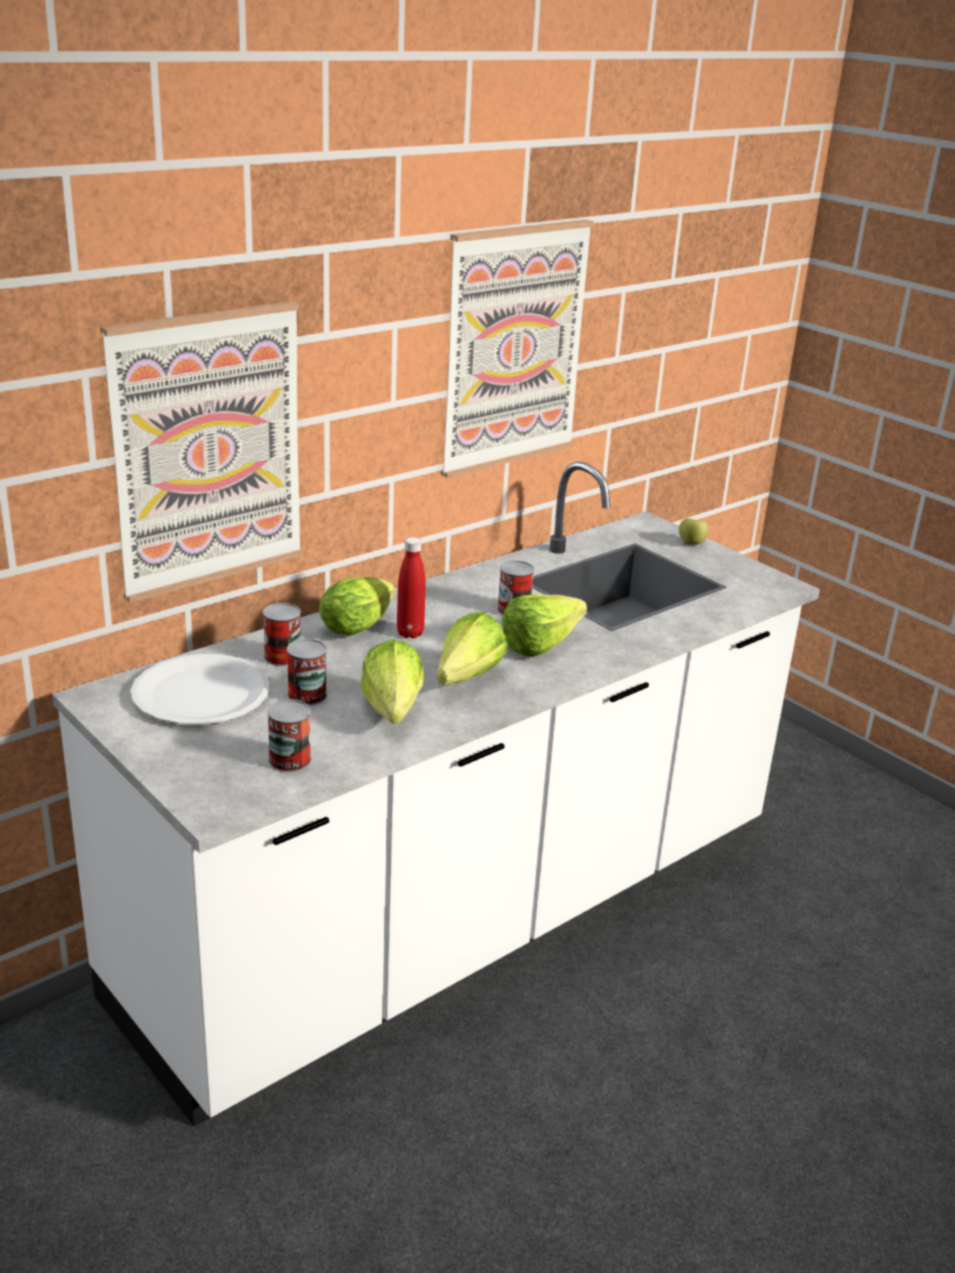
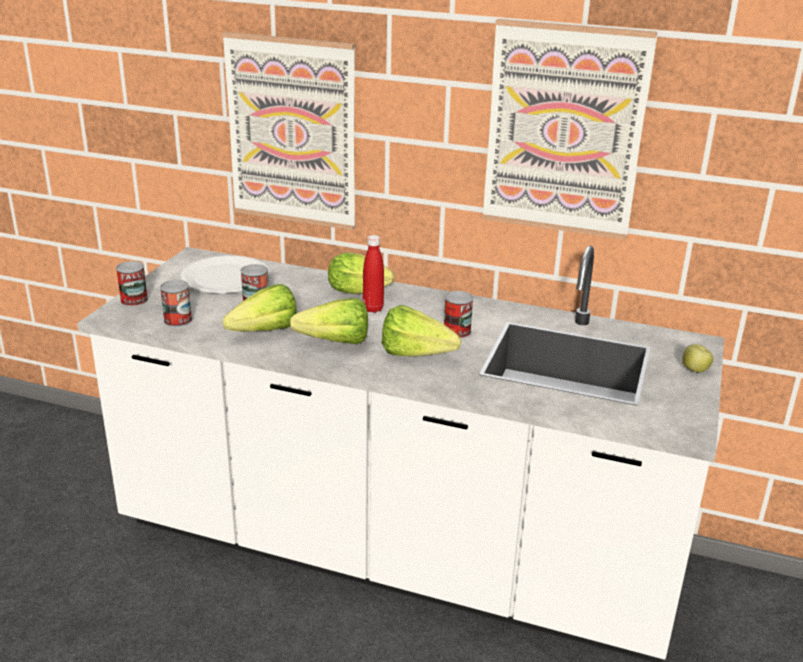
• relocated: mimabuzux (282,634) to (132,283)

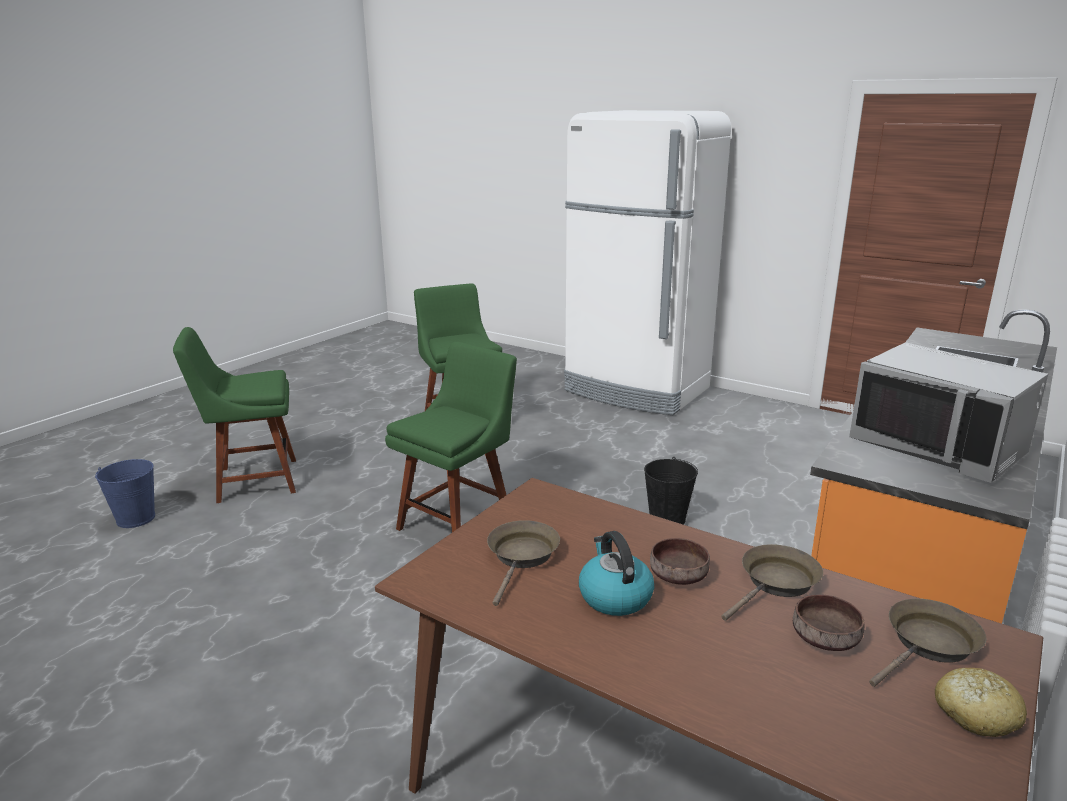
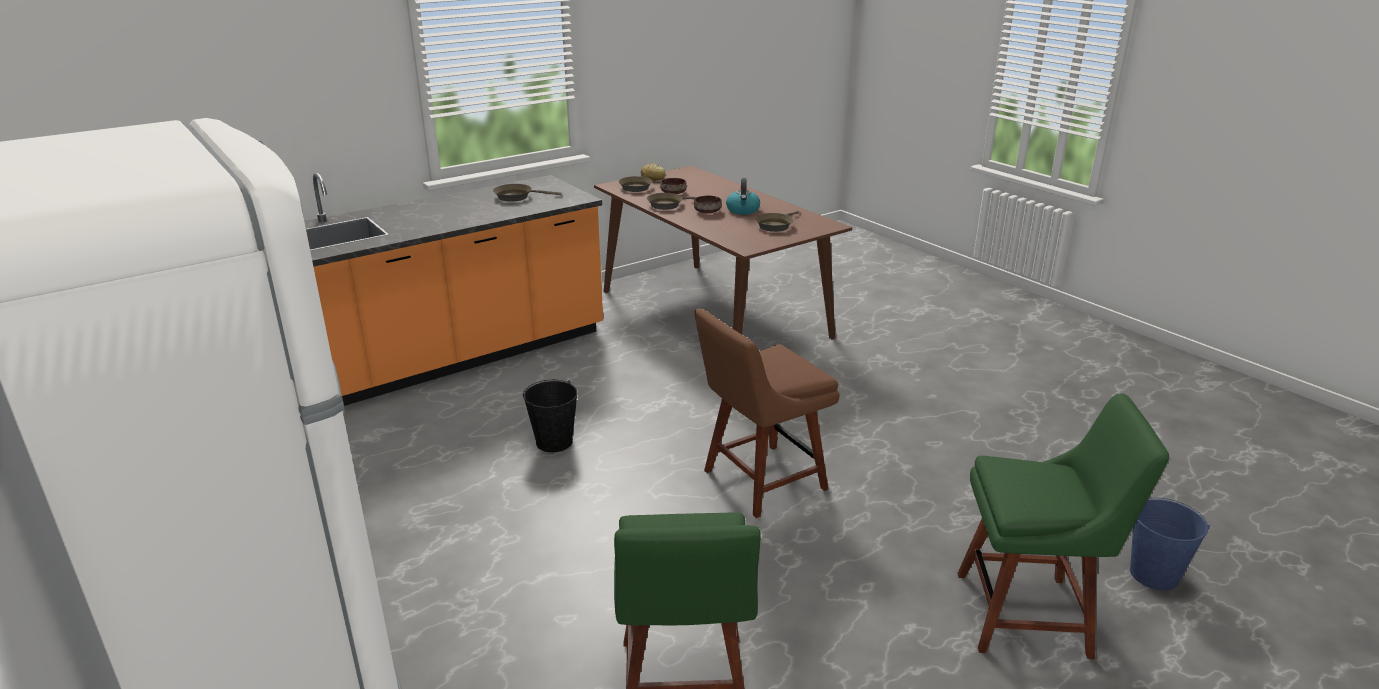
• colour: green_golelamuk (451,437) to brown_golelamuk (767,413)
• exchanged: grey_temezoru (948,412) to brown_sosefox (527,193)

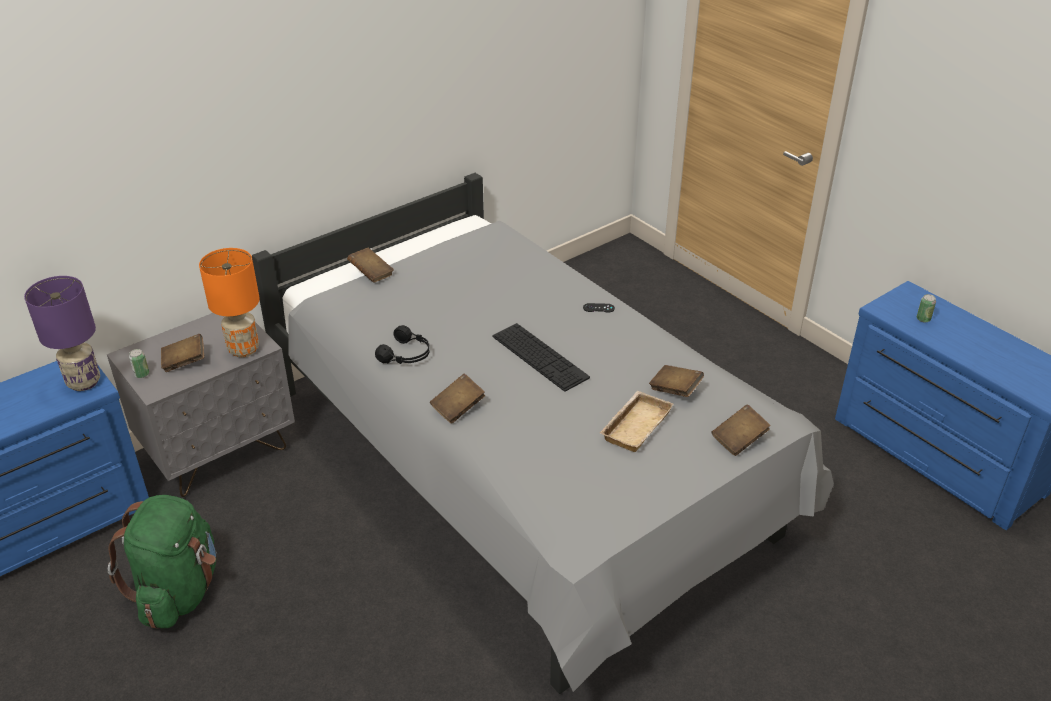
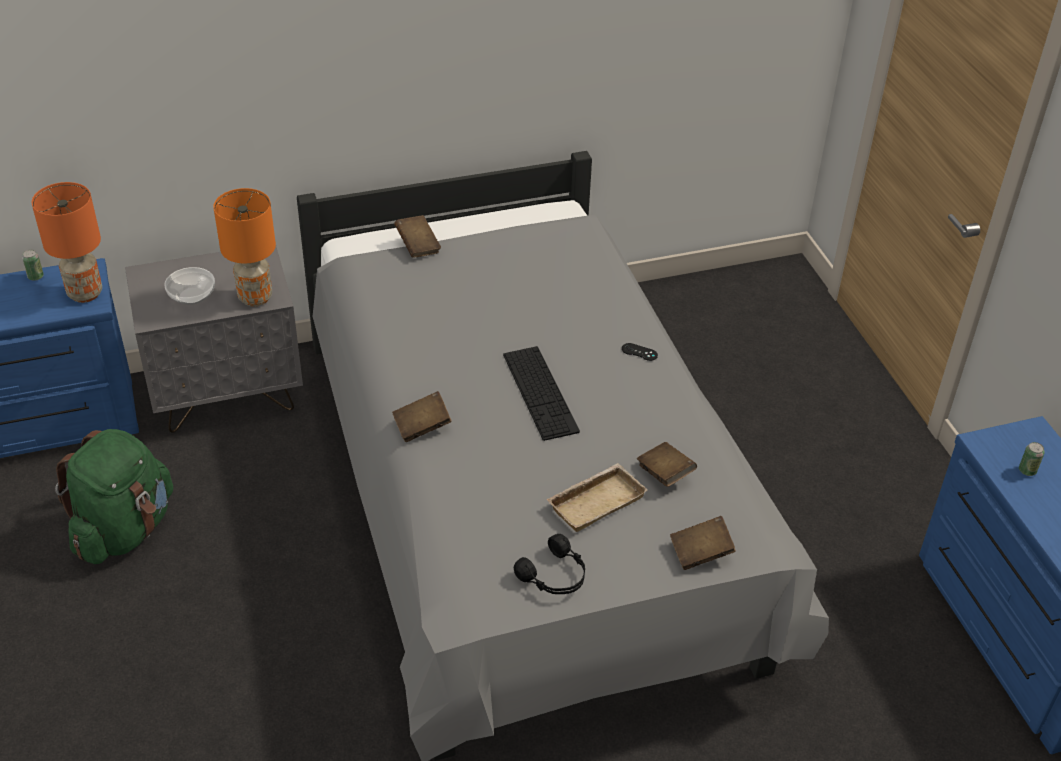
• colour: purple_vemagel (62,333) to orange_vemagel (66,242)
• relocated: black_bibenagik (402,344) to (549,564)
• exchanged: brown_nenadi (182,353) to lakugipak (189,286)
• relocated: mimabuzux (139,363) to (33,265)

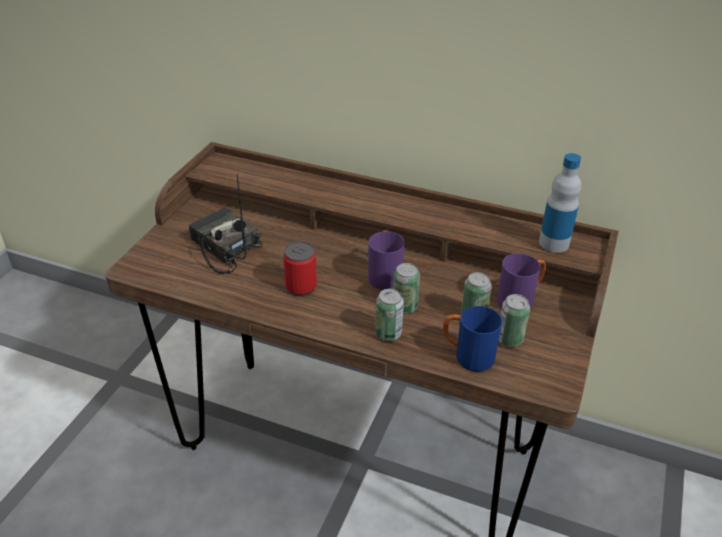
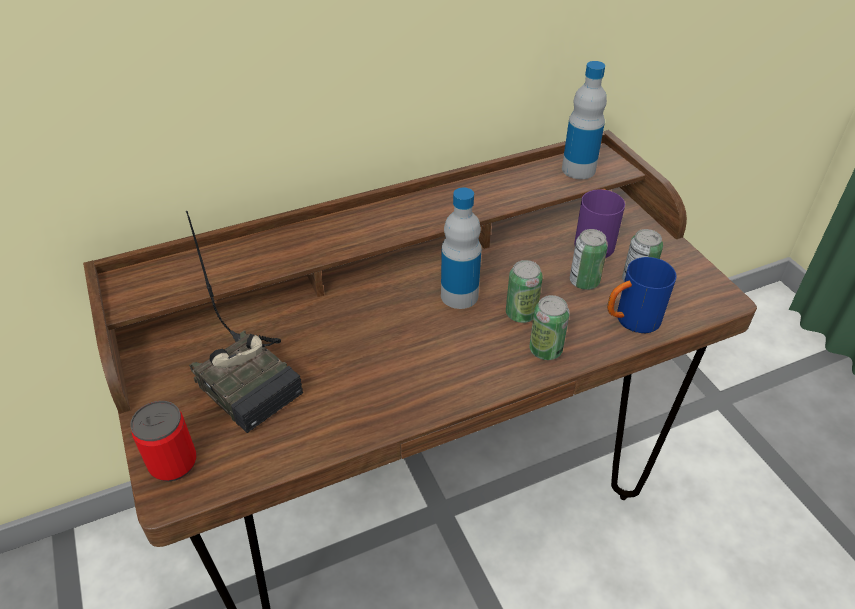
• spun: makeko (226,223) = (244,322) 135 degrees counterclockwise
• exchanged: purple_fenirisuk (386,260) to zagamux (461,248)
• relocated: mimabuzux (300,268) to (163,441)

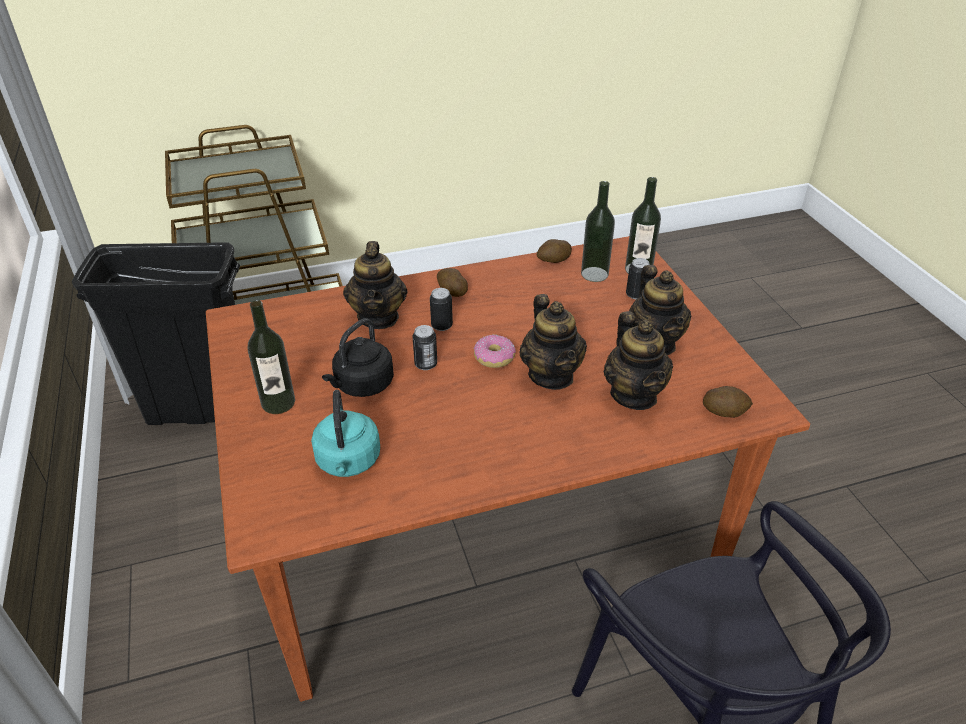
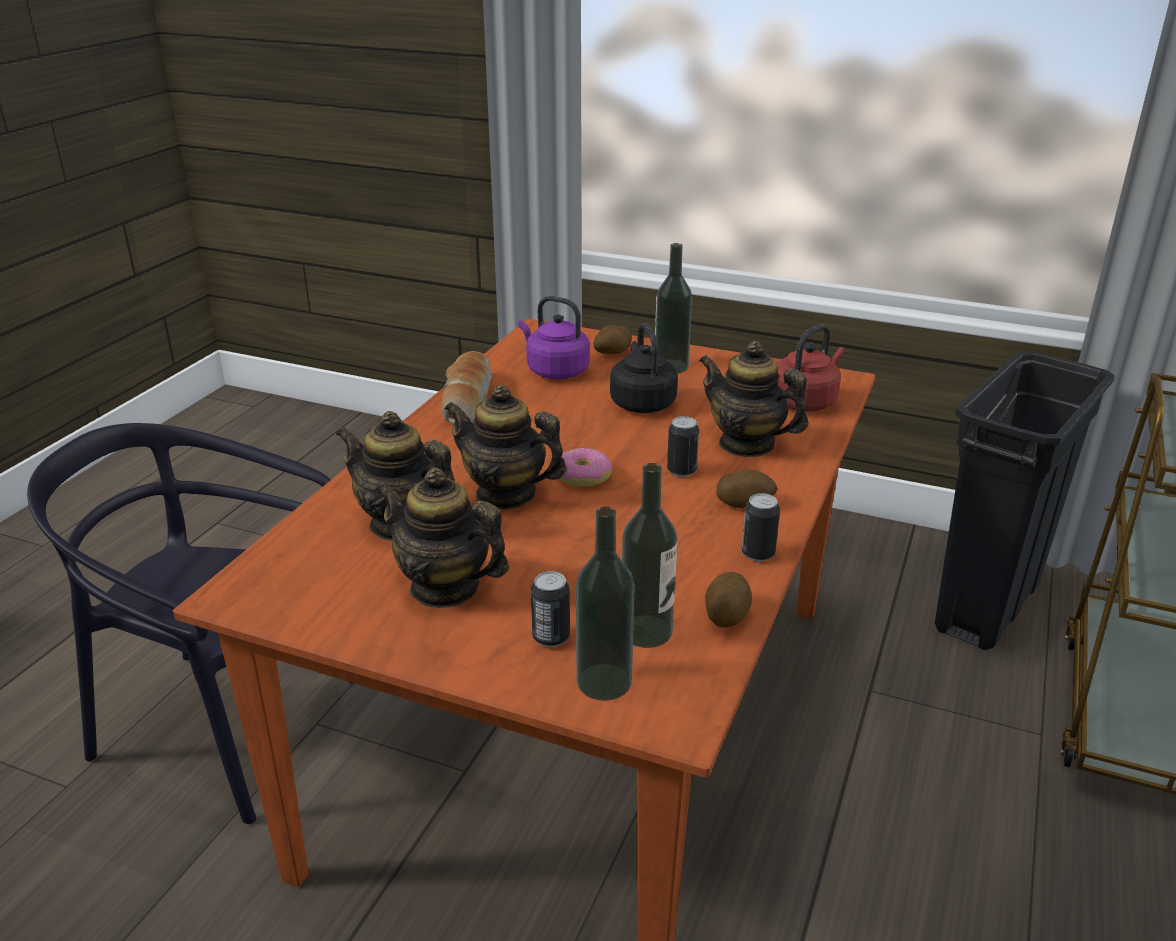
• relocated: mimabuzux (425,347) to (761,527)
• relocated: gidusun (728,402) to (612,339)
• colour: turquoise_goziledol (345,433) to purple_goziledol (554,337)
• appeared: red_goziledol (810,367)
• appeared: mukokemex (467,387)

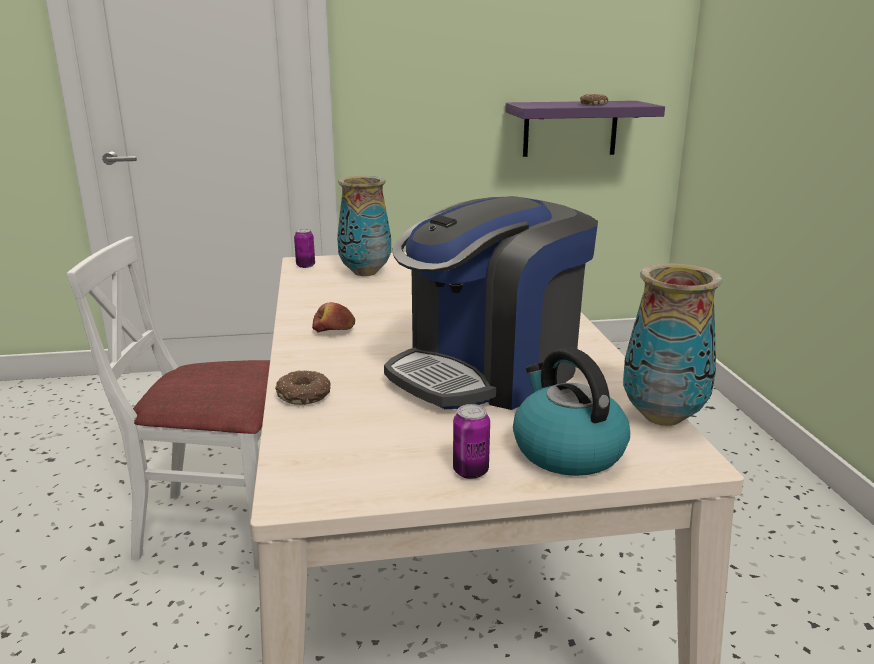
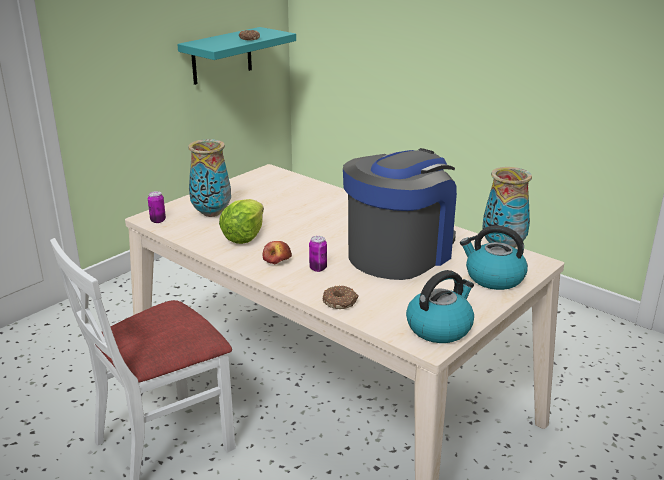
• colour: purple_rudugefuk (585,129) to turquoise_rudugefuk (236,56)
• spun: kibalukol (491,303) = (400,214) 150 degrees counterclockwise
• relocated: mimabuzux (471,441) to (318,254)
• appeared: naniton (241,221)
• appeared: goziledol (440,306)

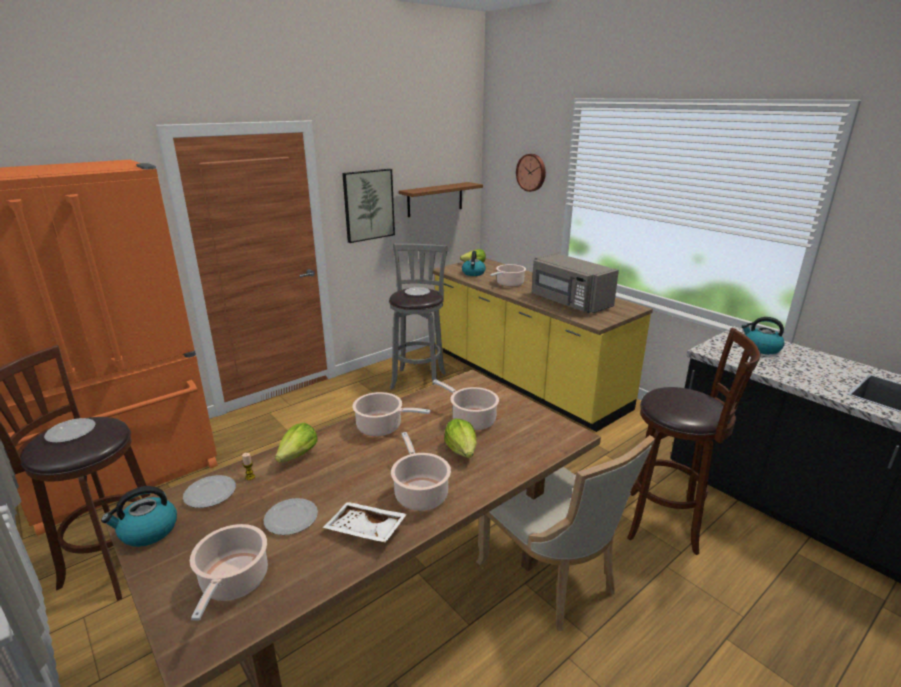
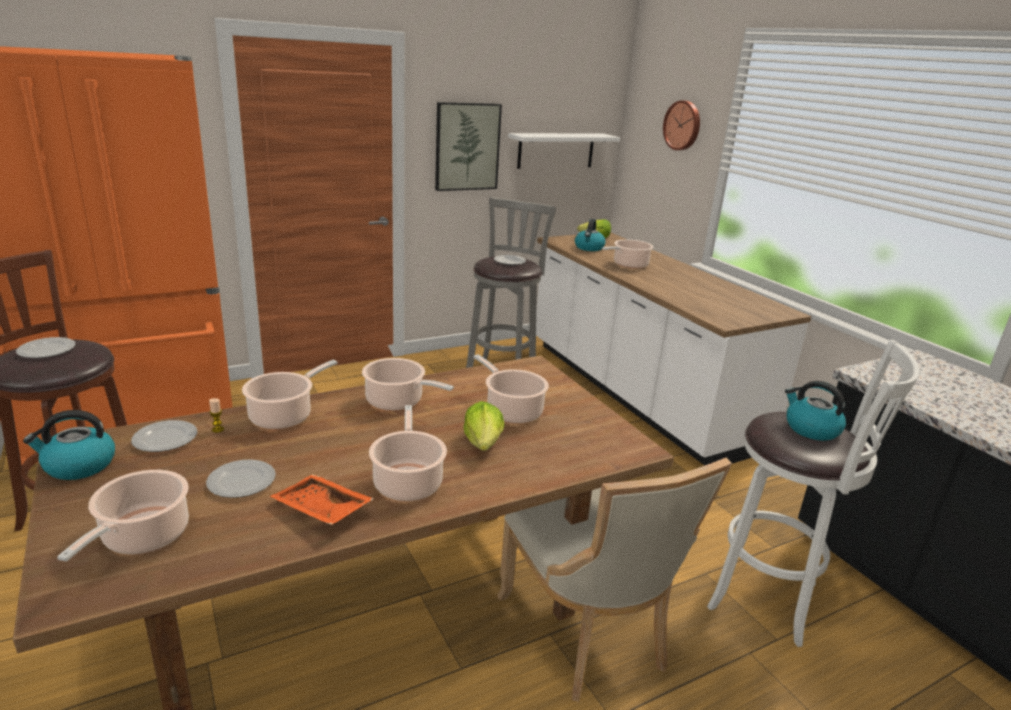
• colour: brown_rudugefuk (441,199) to white_rudugefuk (564,151)
• missing: grey_temezoru (575,283)
• colour: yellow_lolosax (543,345) to white_lolosax (673,349)
• relocated: goziledol (763,335) to (815,411)
• colour: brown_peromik (694,441) to white_peromik (813,493)
• exchanged: naniton (296,442) to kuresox (289,394)
• colour: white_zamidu (364,522) to orange_zamidu (322,499)

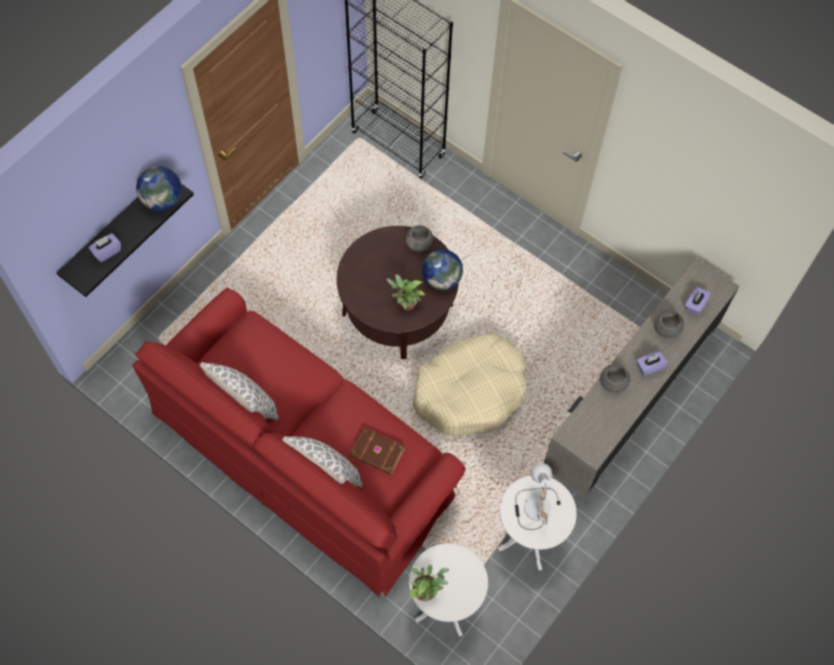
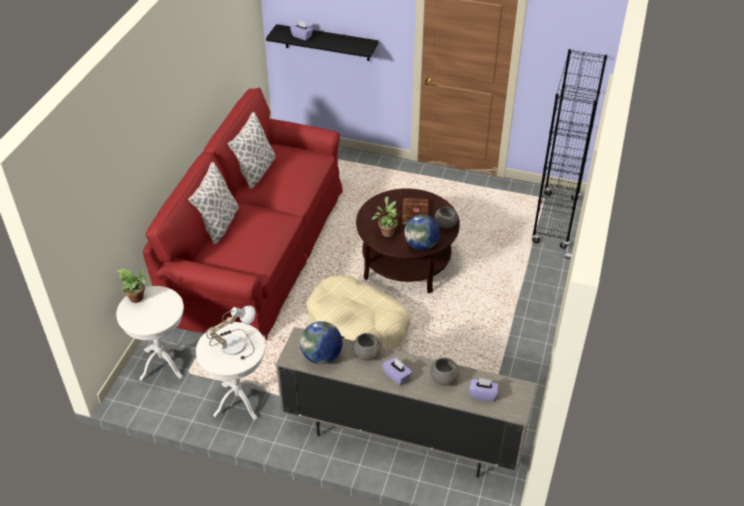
• relocated: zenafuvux (159,188) to (321,342)
• relocated: brown_nenadi (377,451) to (415,211)

